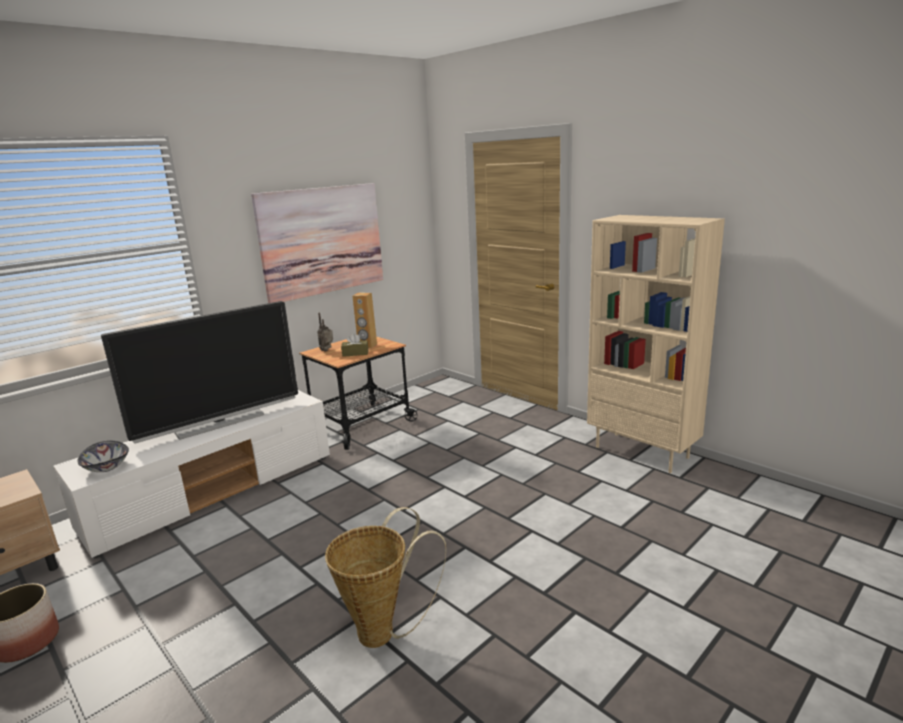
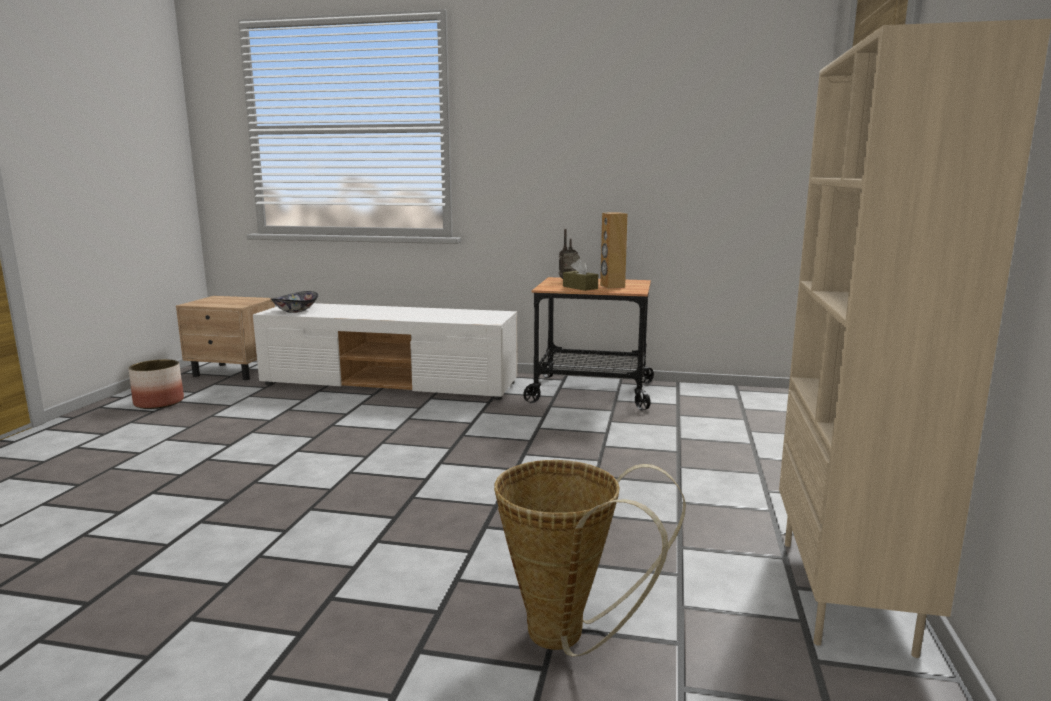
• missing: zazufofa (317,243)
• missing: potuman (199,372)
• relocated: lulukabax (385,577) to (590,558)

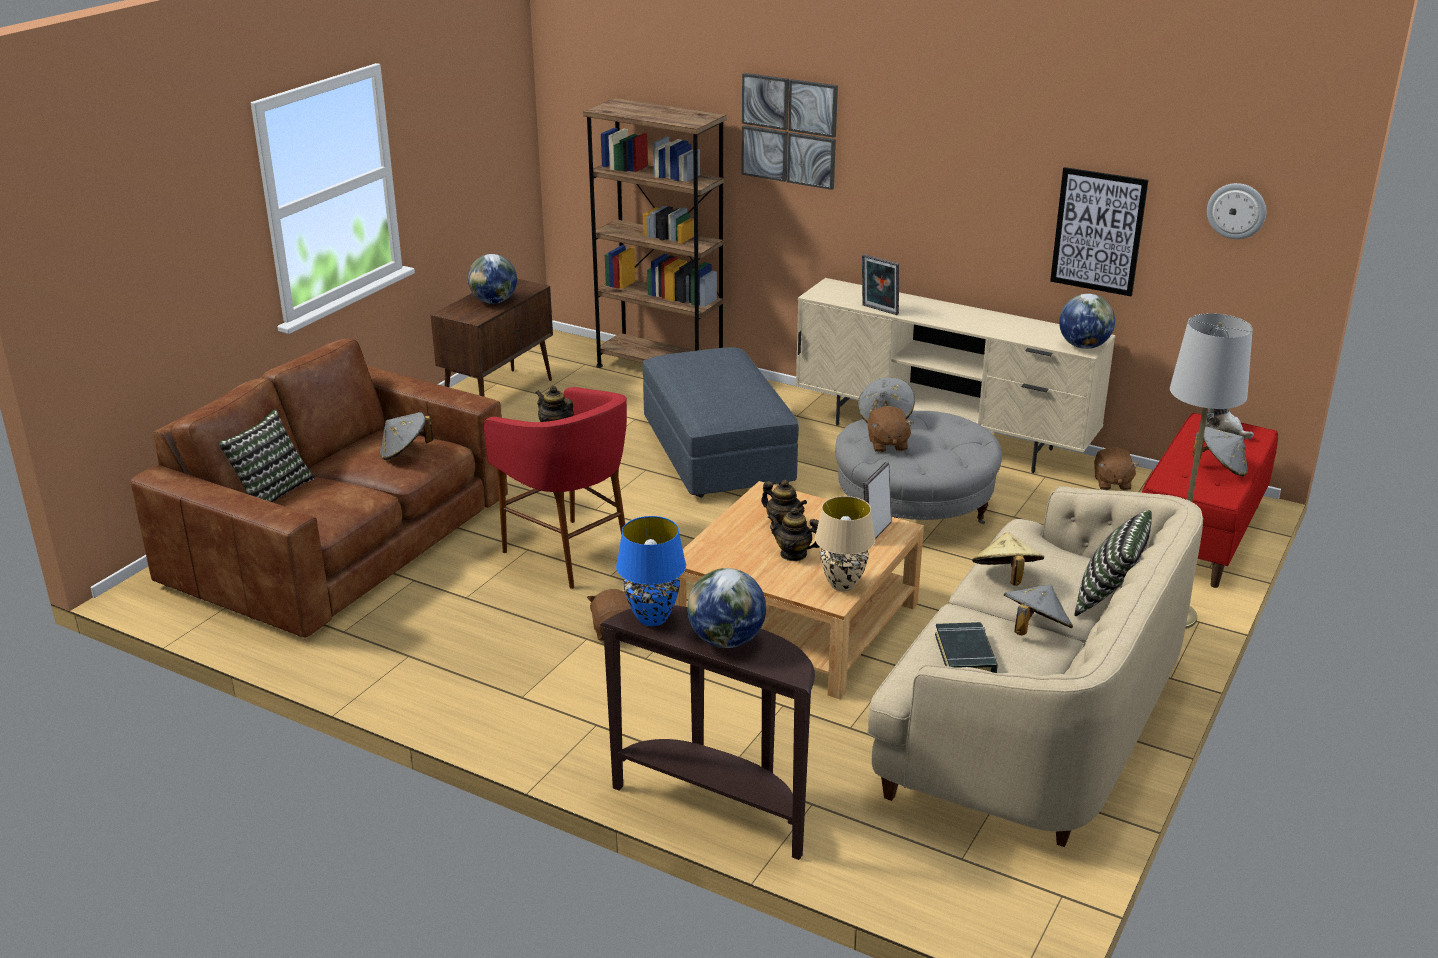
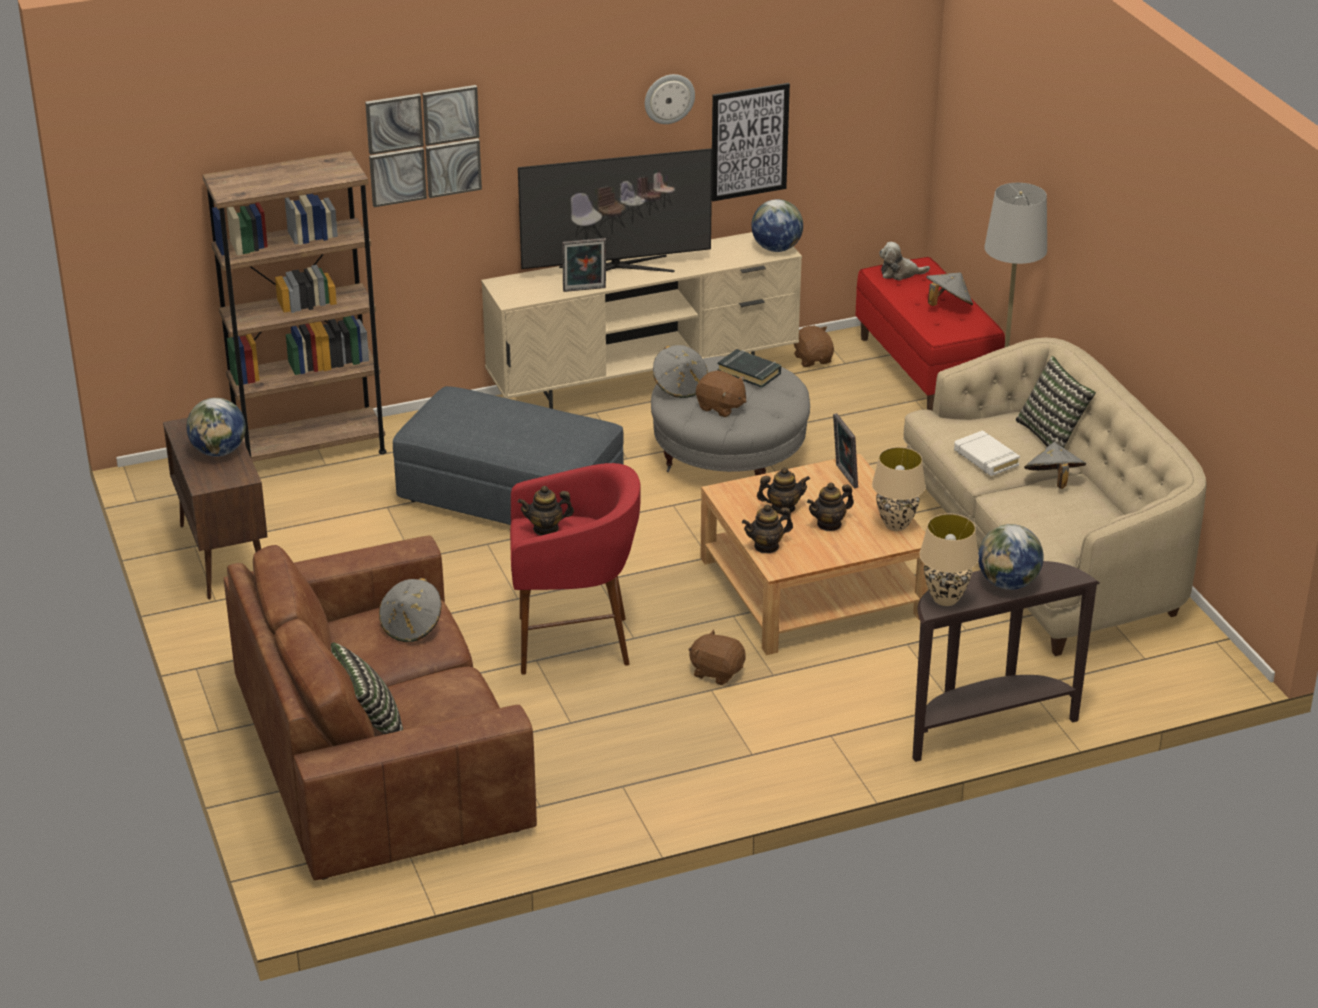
• relocated: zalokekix (1236,211) to (670,99)
• spun: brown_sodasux (1116,468) = (814,346) 150 degrees counterclockwise
• colour: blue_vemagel (651,571) to beige_vemagel (949,560)
• exchanged: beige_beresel (1008,559) to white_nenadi (987,453)
• relocated: black_nenadi (966,647) to (749,368)
• appeared: potuman (615,210)
• appeared: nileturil (767,528)

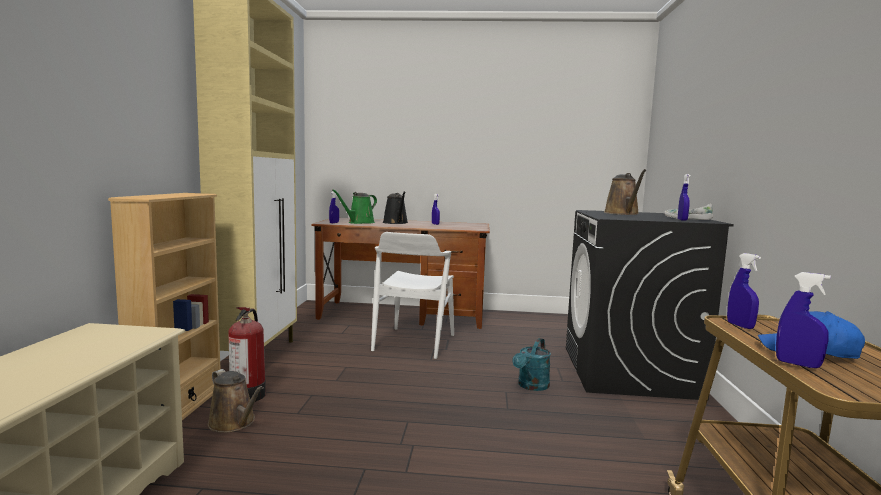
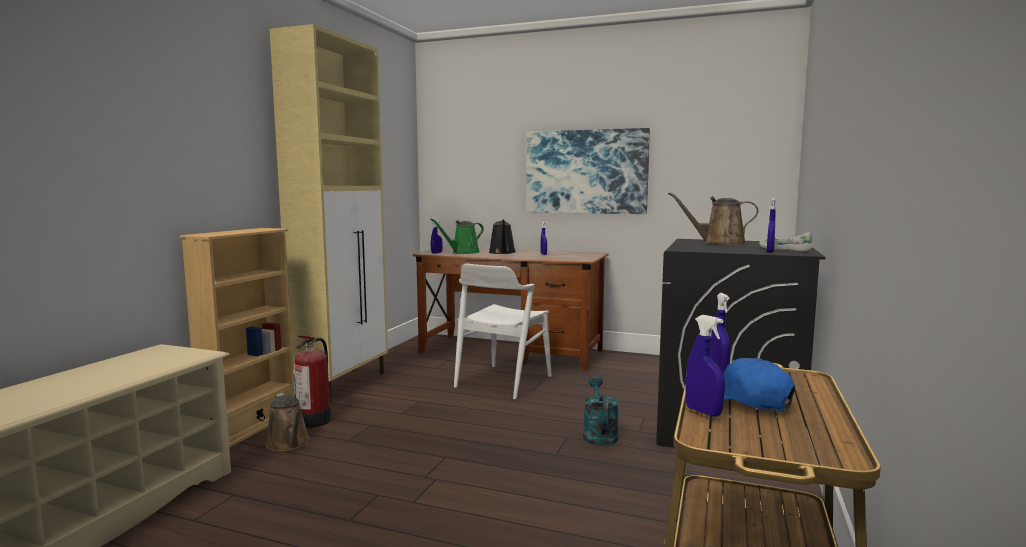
• spun: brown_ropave (625,192) = (713,218) 90 degrees clockwise
• spun: turquoise_ropave (532,364) = (601,411) 135 degrees clockwise
• appeared: zazufofa (588,171)

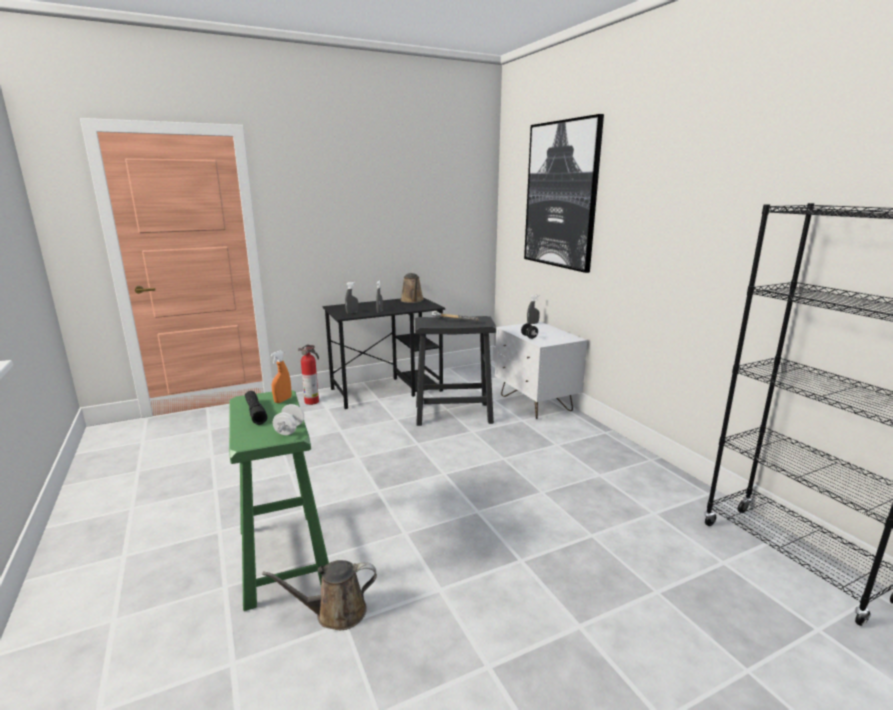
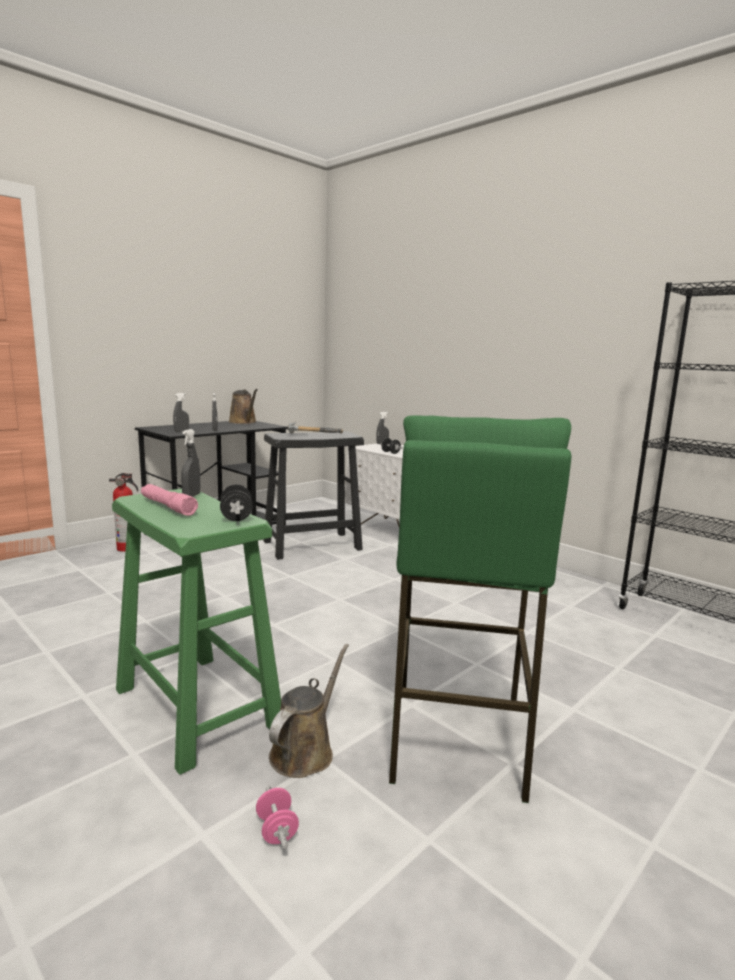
• missing: zazufofa (564,193)
• colour: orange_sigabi (280,377) to grey_sigabi (190,463)
• colour: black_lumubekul (256,408) to pink_lumubekul (169,500)
• colour: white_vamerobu (288,419) to black_vamerobu (236,502)
• spun: brown_ropave (319,595) = (309,711) 150 degrees clockwise
• appeared: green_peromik (480,609)
• appeared: pink_vamerobu (277,817)

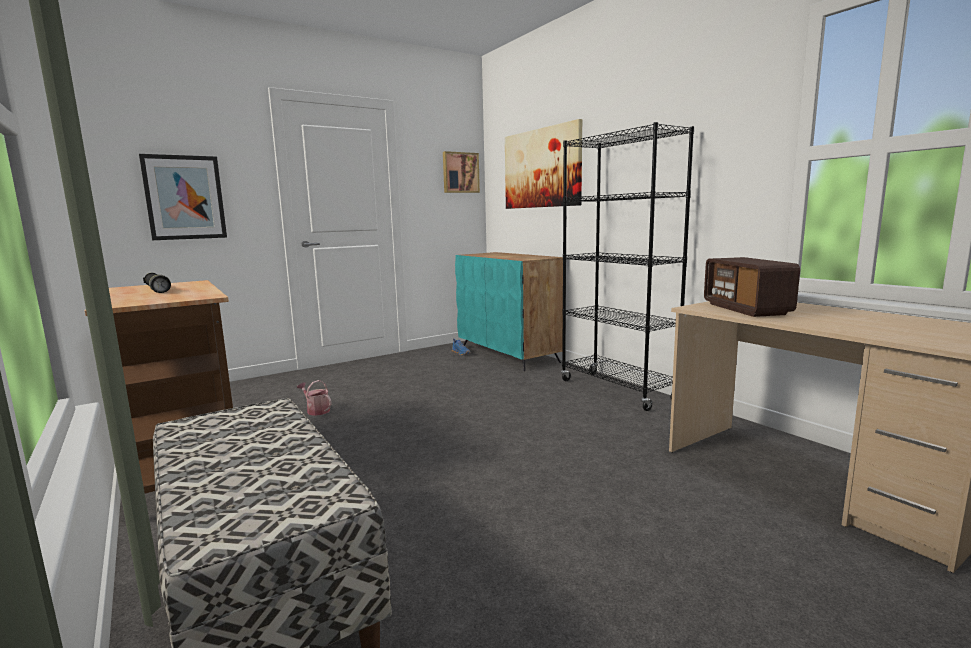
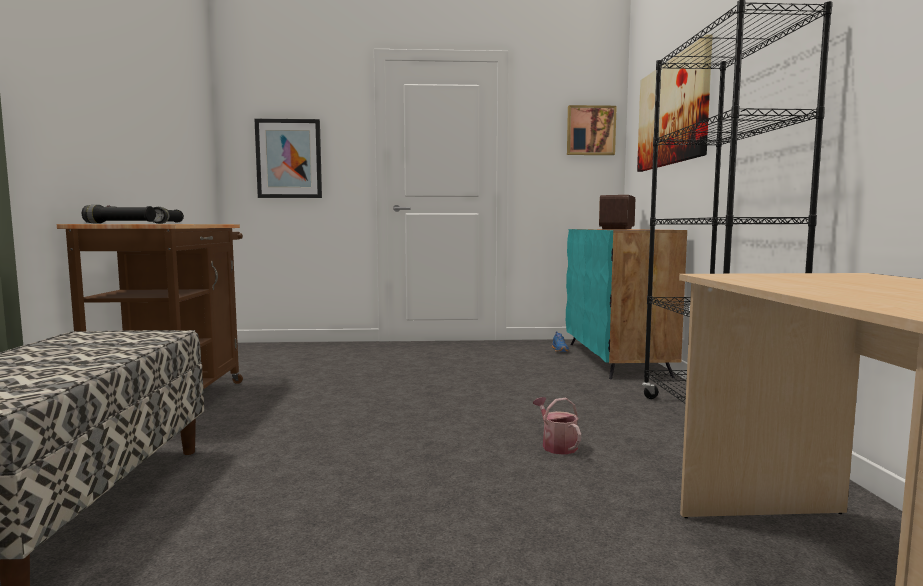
• relocated: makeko (752,287) to (617,212)
• relocated: ropave (314,398) to (557,426)
• appeared: black_lumubekul (119,214)

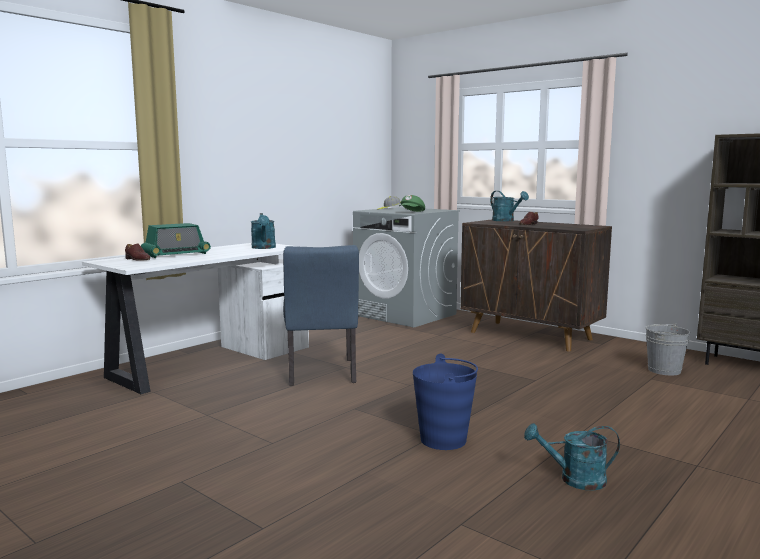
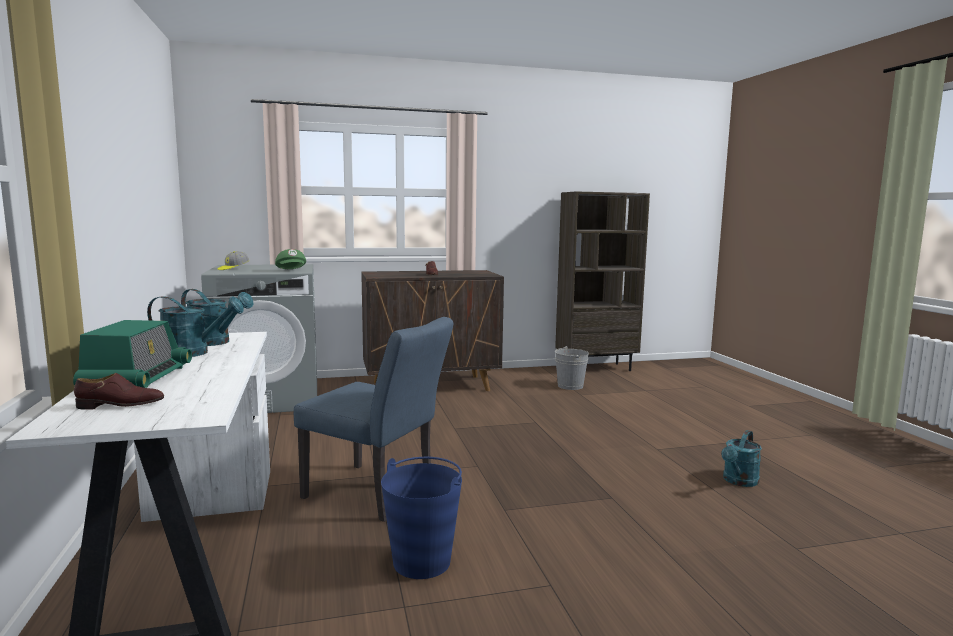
• relocated: turquoise_ropave (509,206) to (195,326)
• relocated: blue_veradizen (445,402) to (421,518)

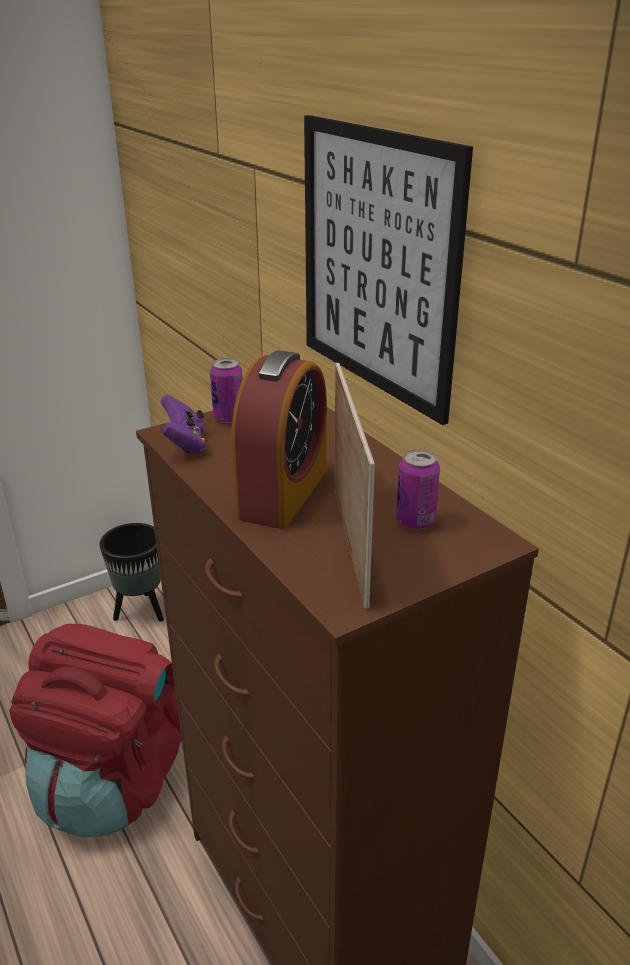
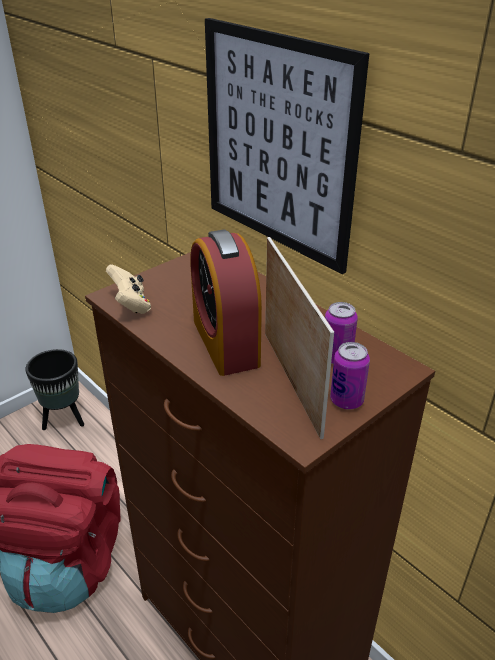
• spun: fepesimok (279,439) = (226,303) 150 degrees clockwise
• relocated: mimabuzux (226,390) to (350,376)
• colour: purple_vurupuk (183,424) to beige_vurupuk (128,289)

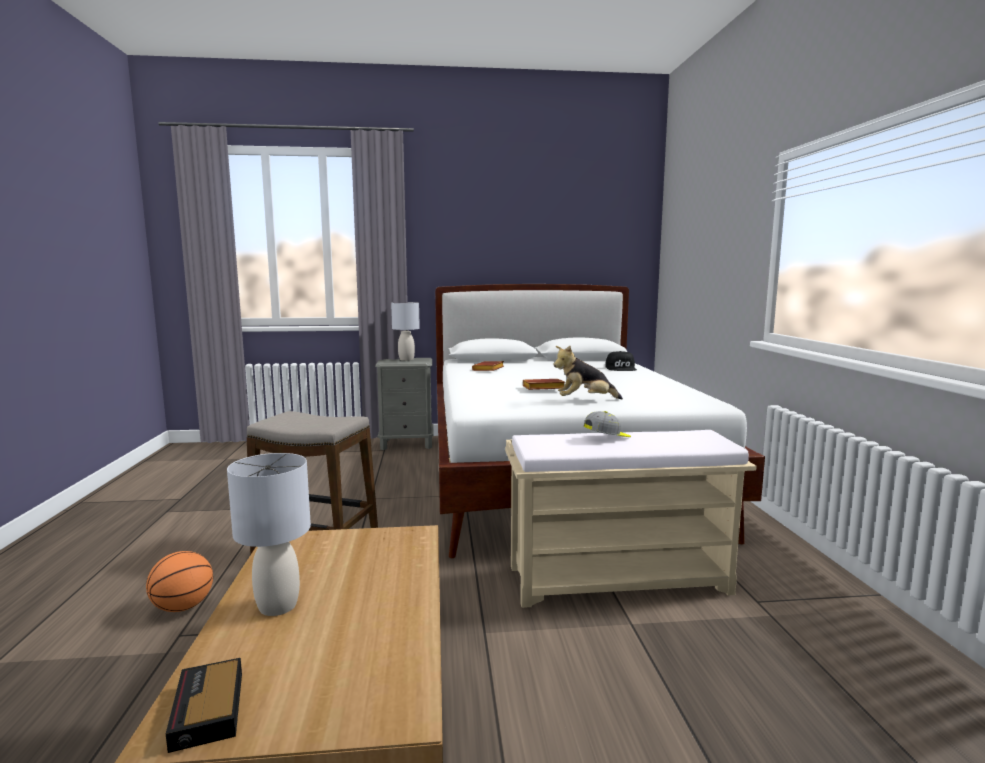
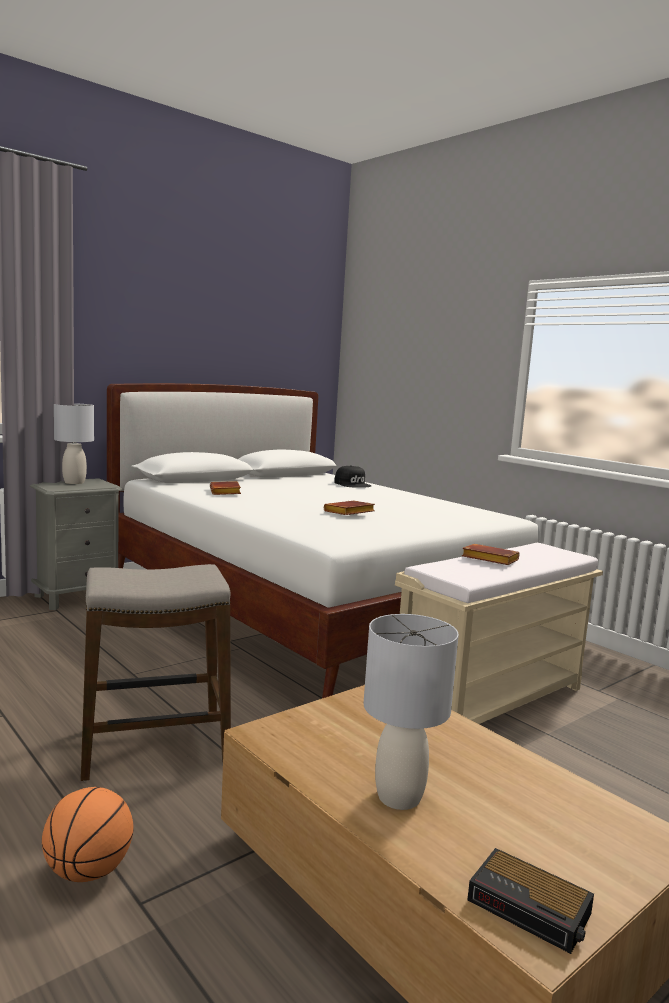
• missing: sodasux (588,372)
• exchanged: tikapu (607,424) to brown_nenadi (491,554)

